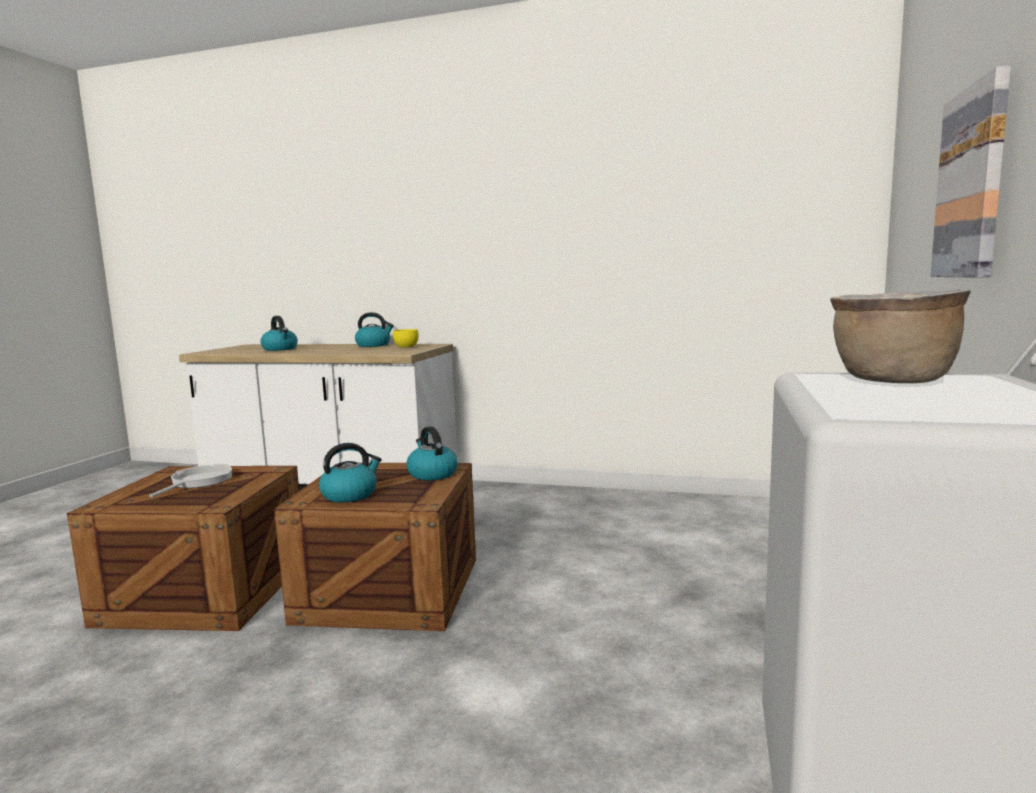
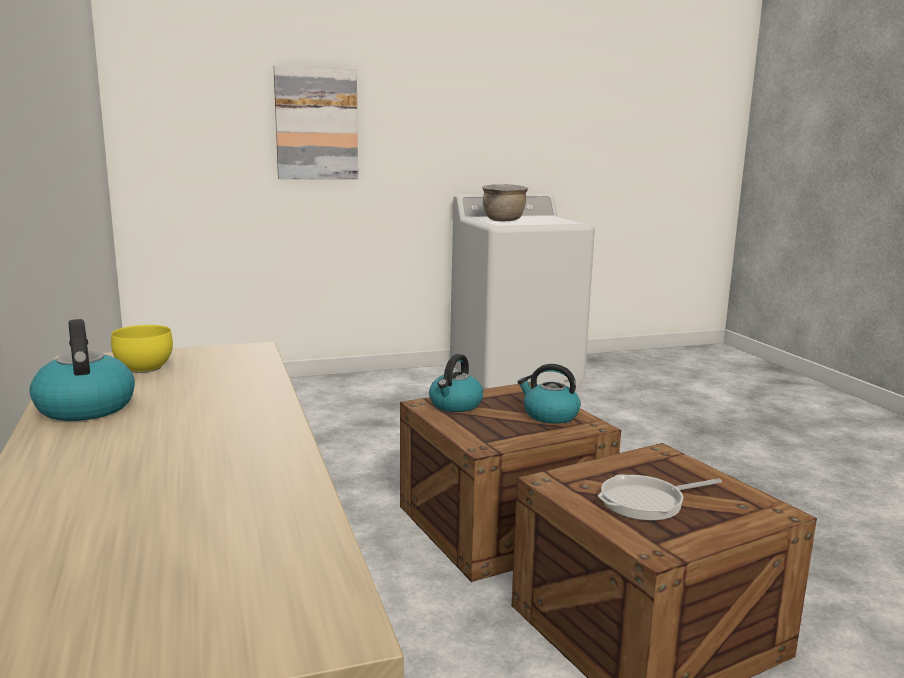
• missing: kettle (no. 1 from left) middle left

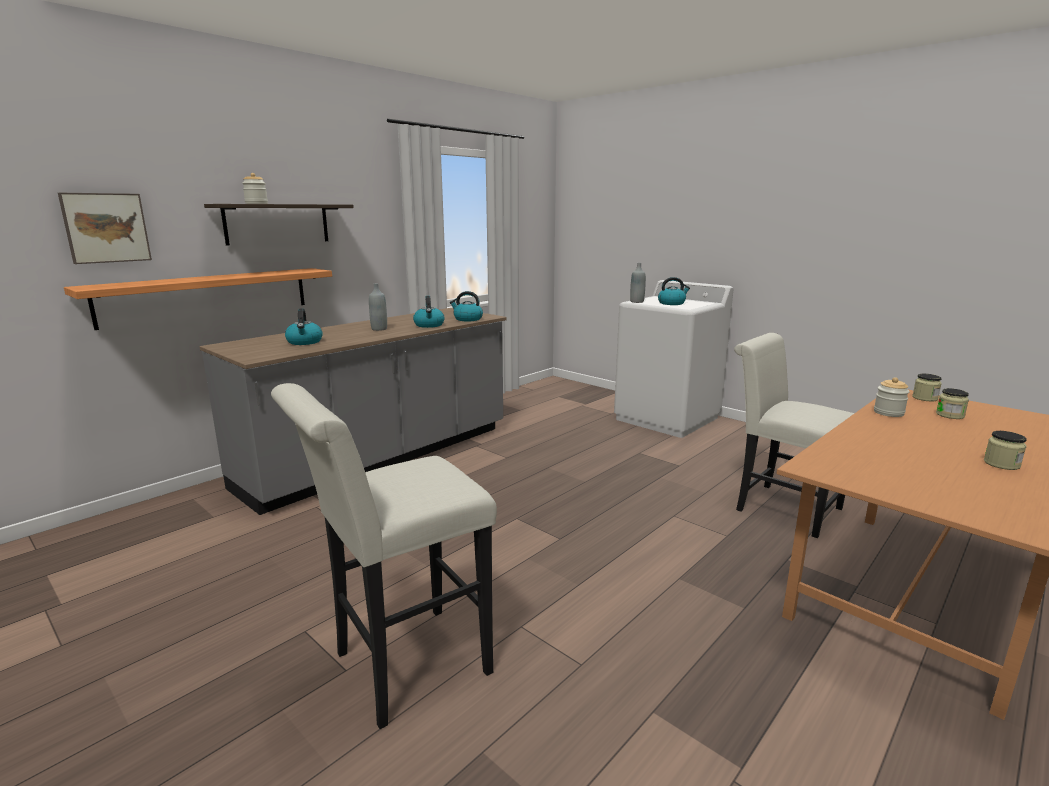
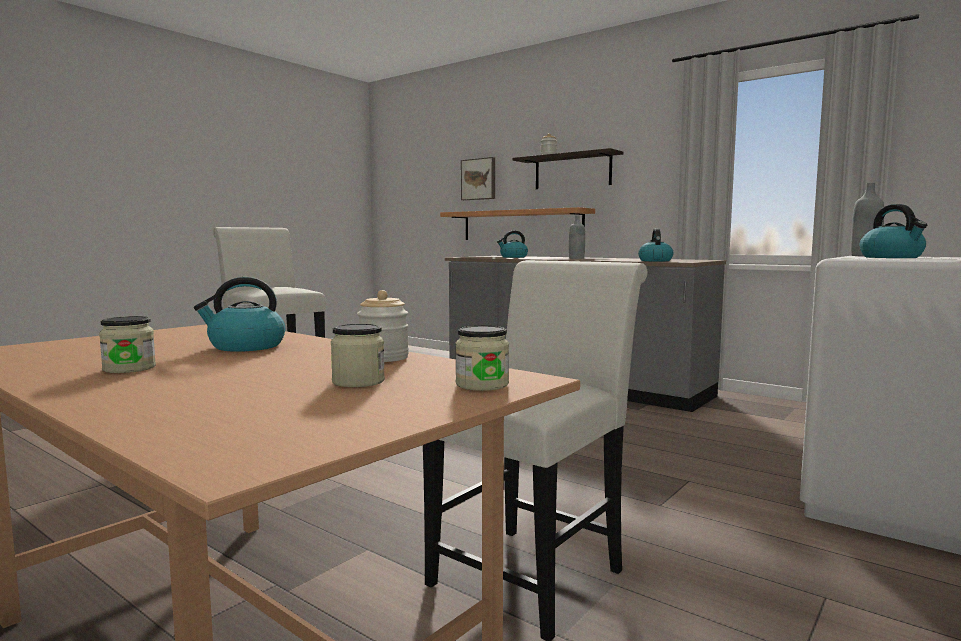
• relocated: kettle (no. 2 from left in the first image) centre to kettle (no. 1 from left) middle left

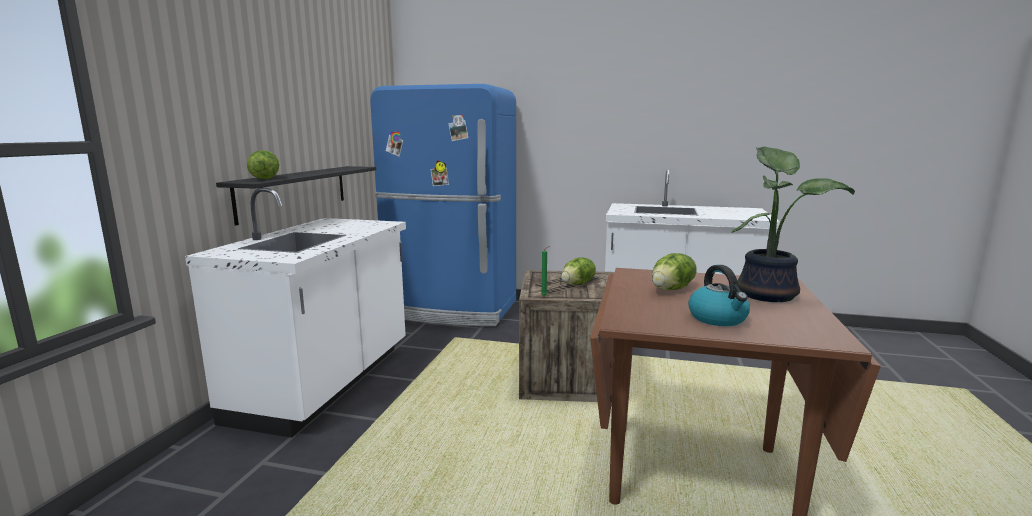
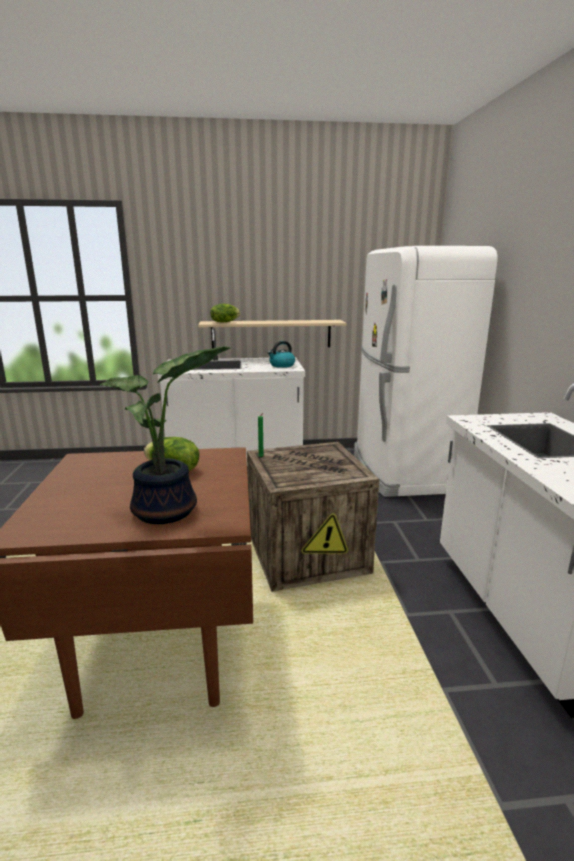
• missing: lettuce (no. 2 from left) centre
• relocated: kettle middle right to centre
• colour: shelf in black middle left to shelf in beige centre
• colour: fridge in blue centre to fridge in white middle right

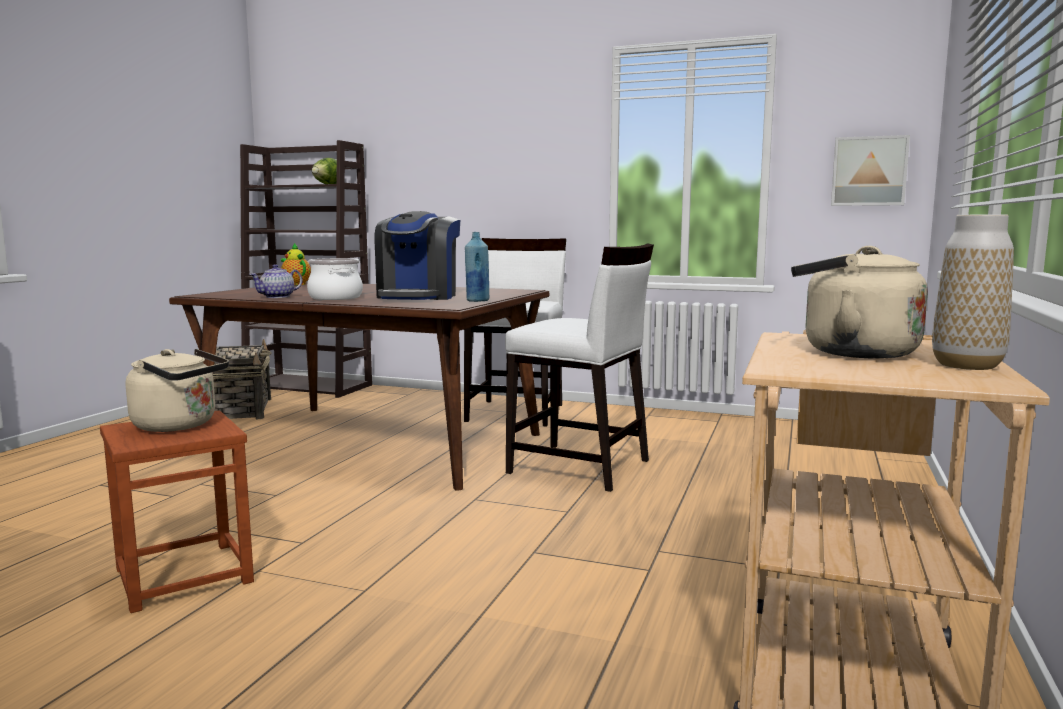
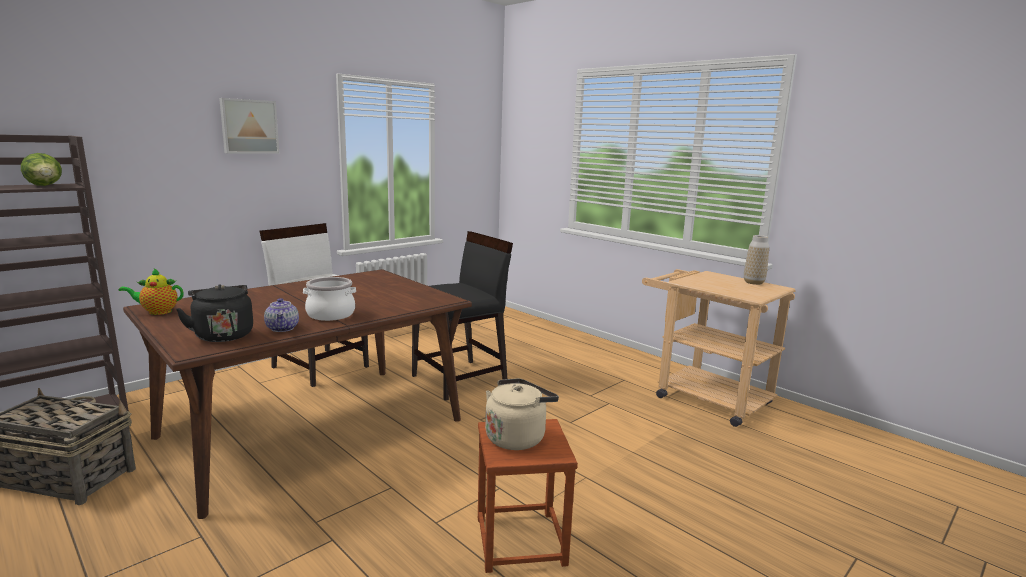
• missing: coffee machine centre
• missing: bottle in blue centre
• missing: kettle in beige (no. 2 from left) middle right
• appeared: kettle in black middle left
• relocated: picture top right to top left
• colour: chair in white (no. 2 from left) centre to chair in black centre

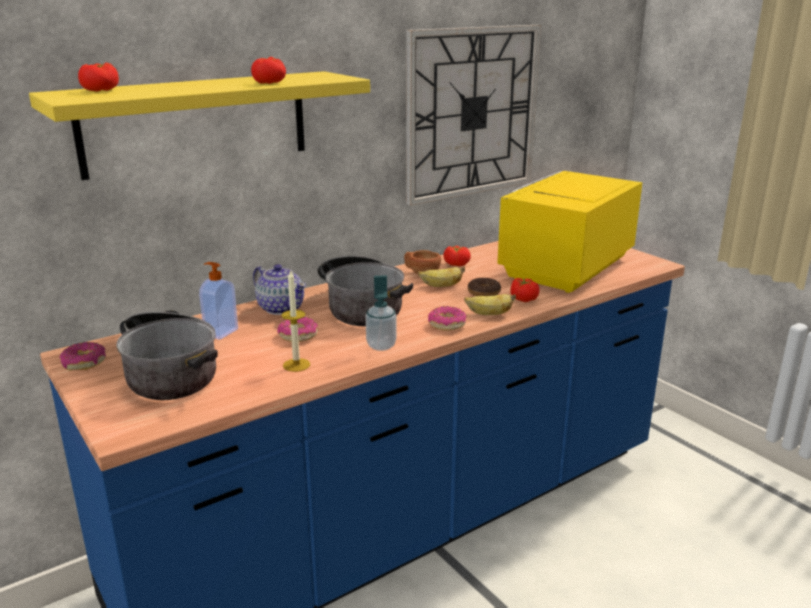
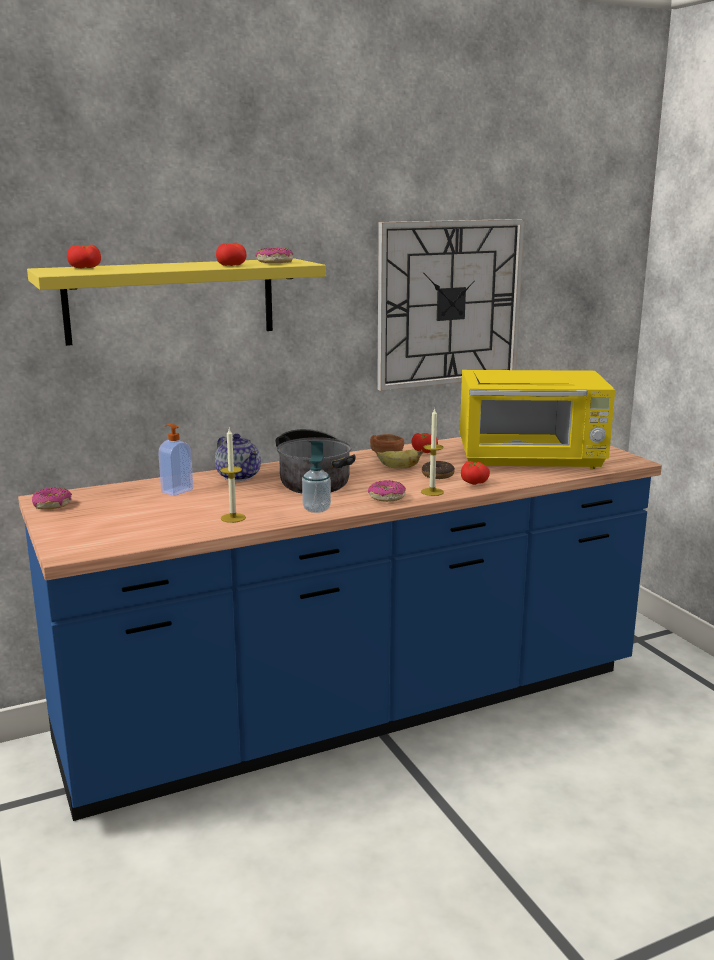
• missing: cooking pot (no. 1 from left) middle left
• relocated: donut (no. 2 from left) centre to top centre
• exchanged: banana (no. 2 from left) centre to candle (no. 2 from left) centre
• spun: microwave in yellow middle right = middle right 135 degrees counterclockwise

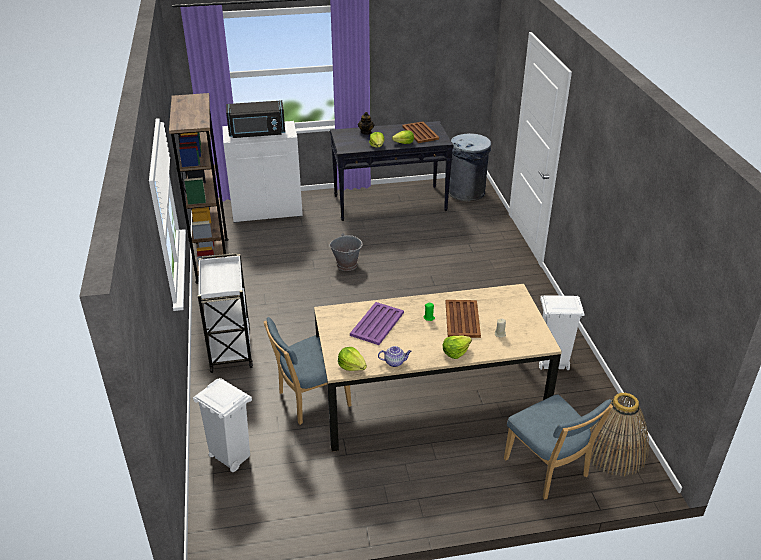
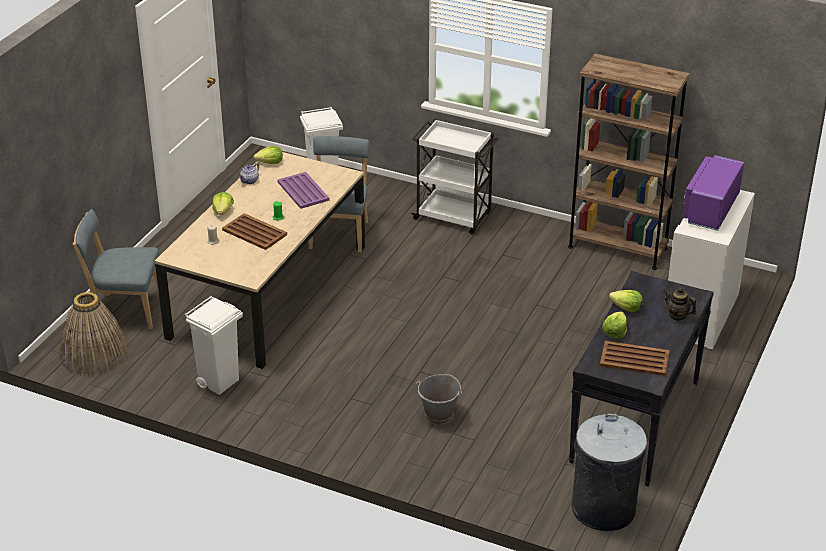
• relocated: bucket in grey centre to bottom centre
• colour: microwave in black top centre to microwave in purple middle right

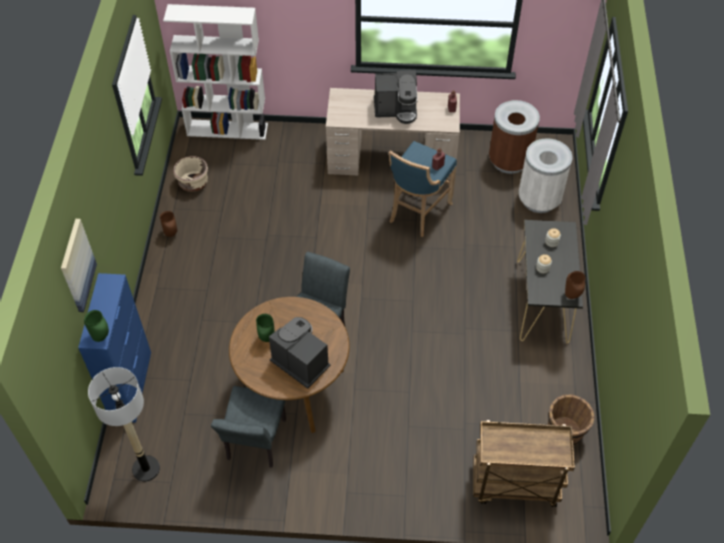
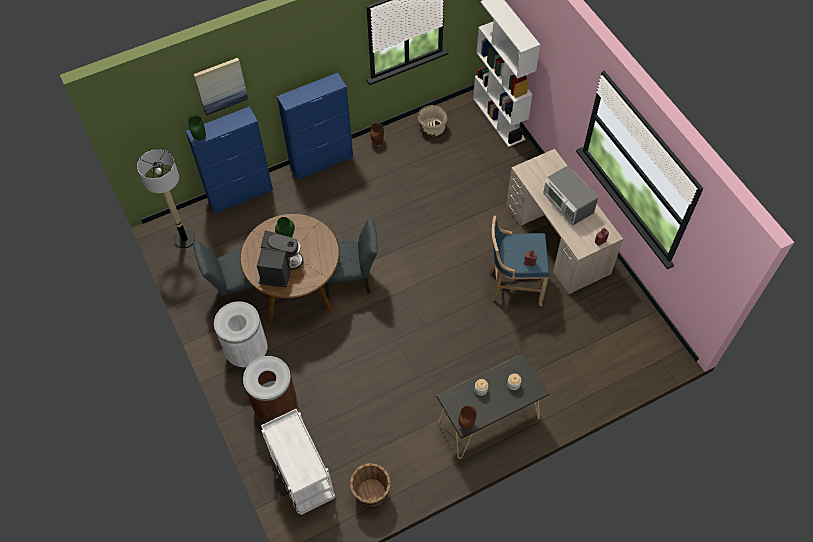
• appeared: cabinet in blue (no. 2 from left) top centre
• relocated: trash can in brown top right to bottom left
• relocated: trash can in white top right to middle left
• exchanged: coffee machine (no. 2 from left) top centre to microwave middle right
• colour: cart in brown bottom right to cart in white bottom centre

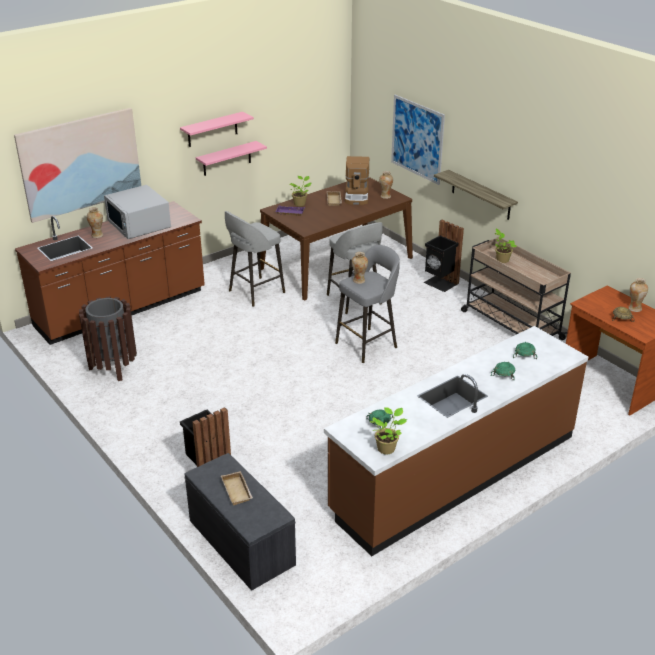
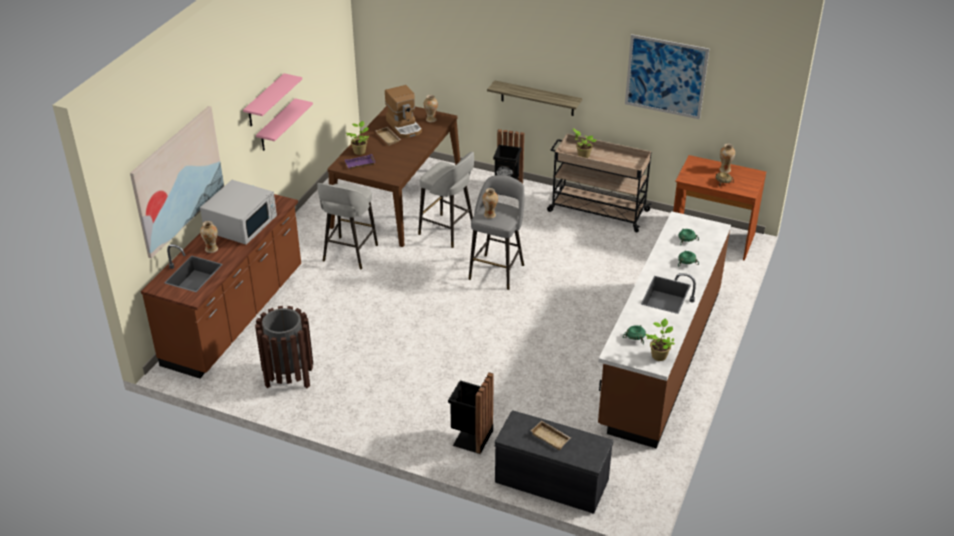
• relocated: picture (no. 2 from left) top centre to top right
• spun: microwave in white top left = middle left 90 degrees counterclockwise

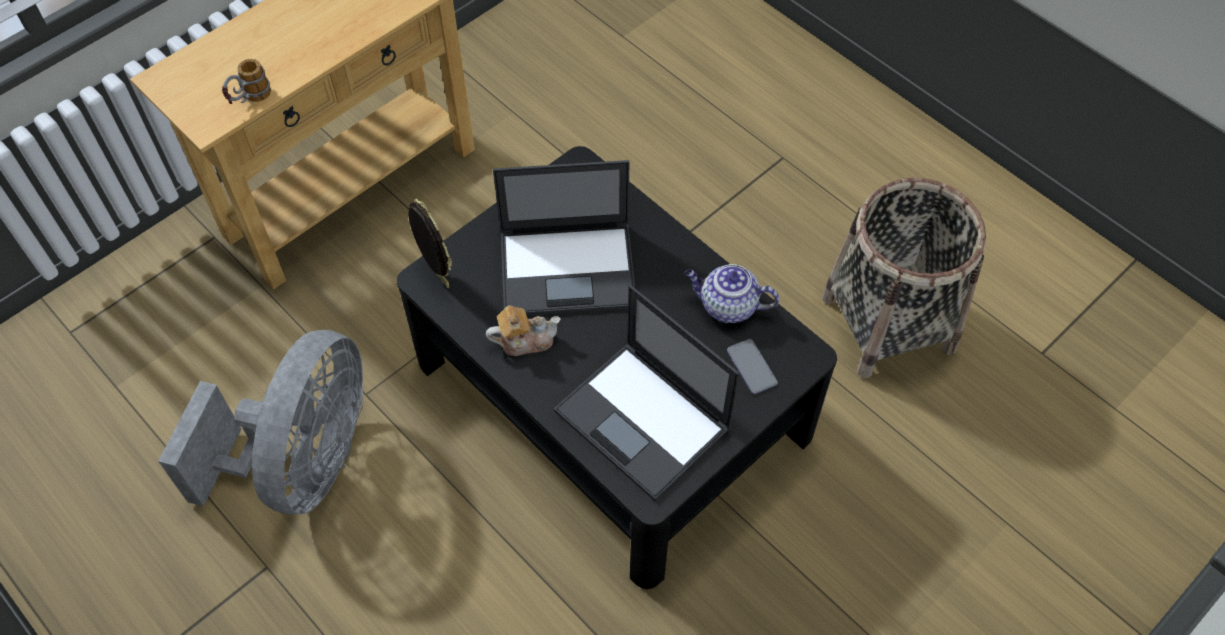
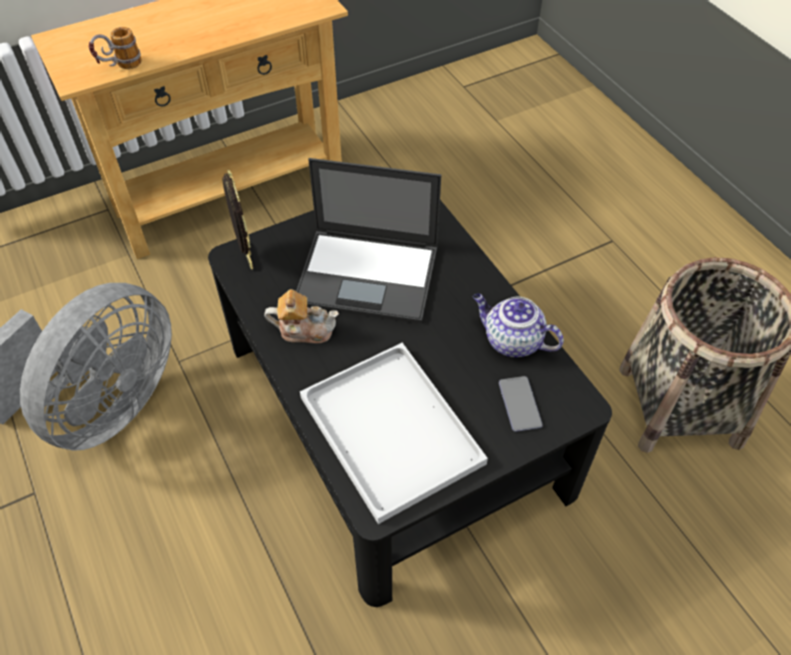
• exchanged: laptop (no. 2 from left) centre to tray in white centre

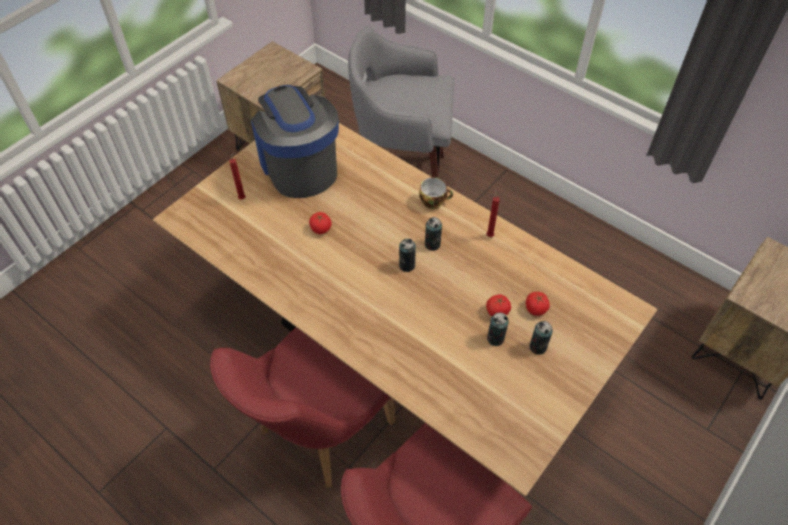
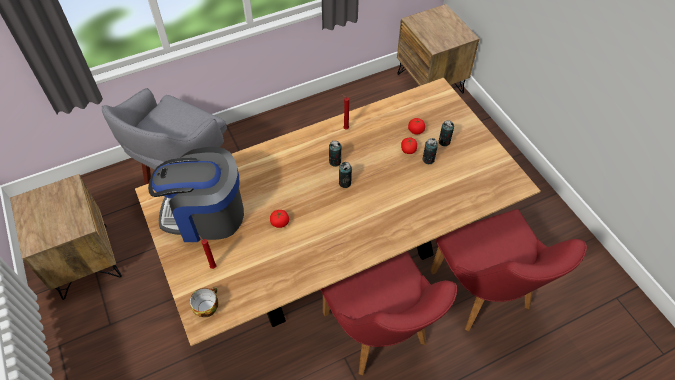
• relocated: cup centre to bottom left

